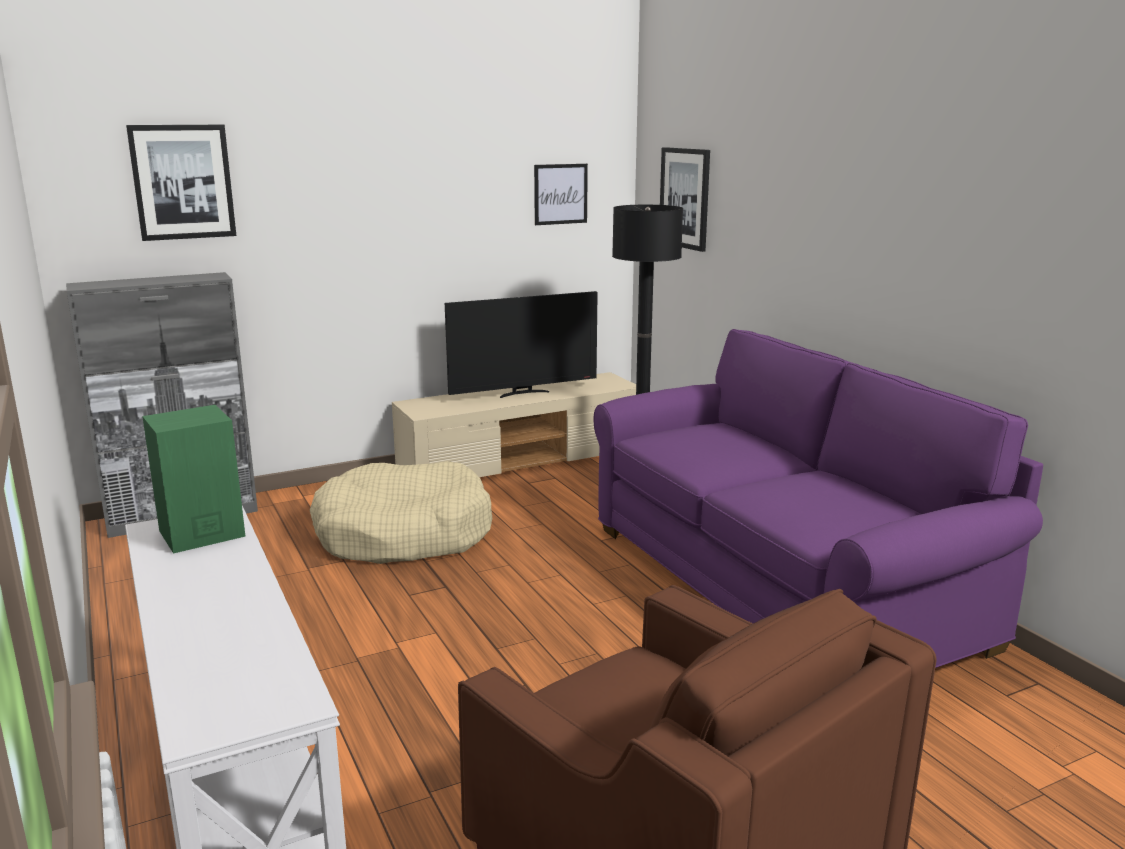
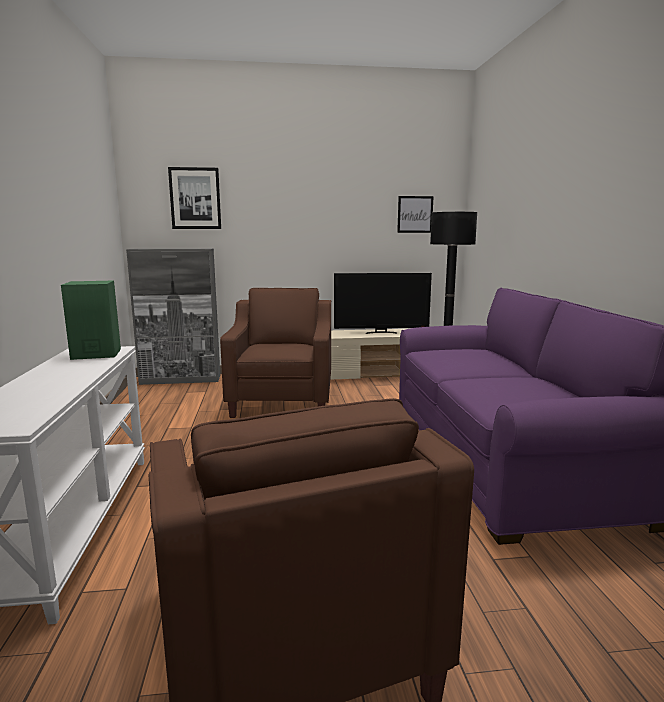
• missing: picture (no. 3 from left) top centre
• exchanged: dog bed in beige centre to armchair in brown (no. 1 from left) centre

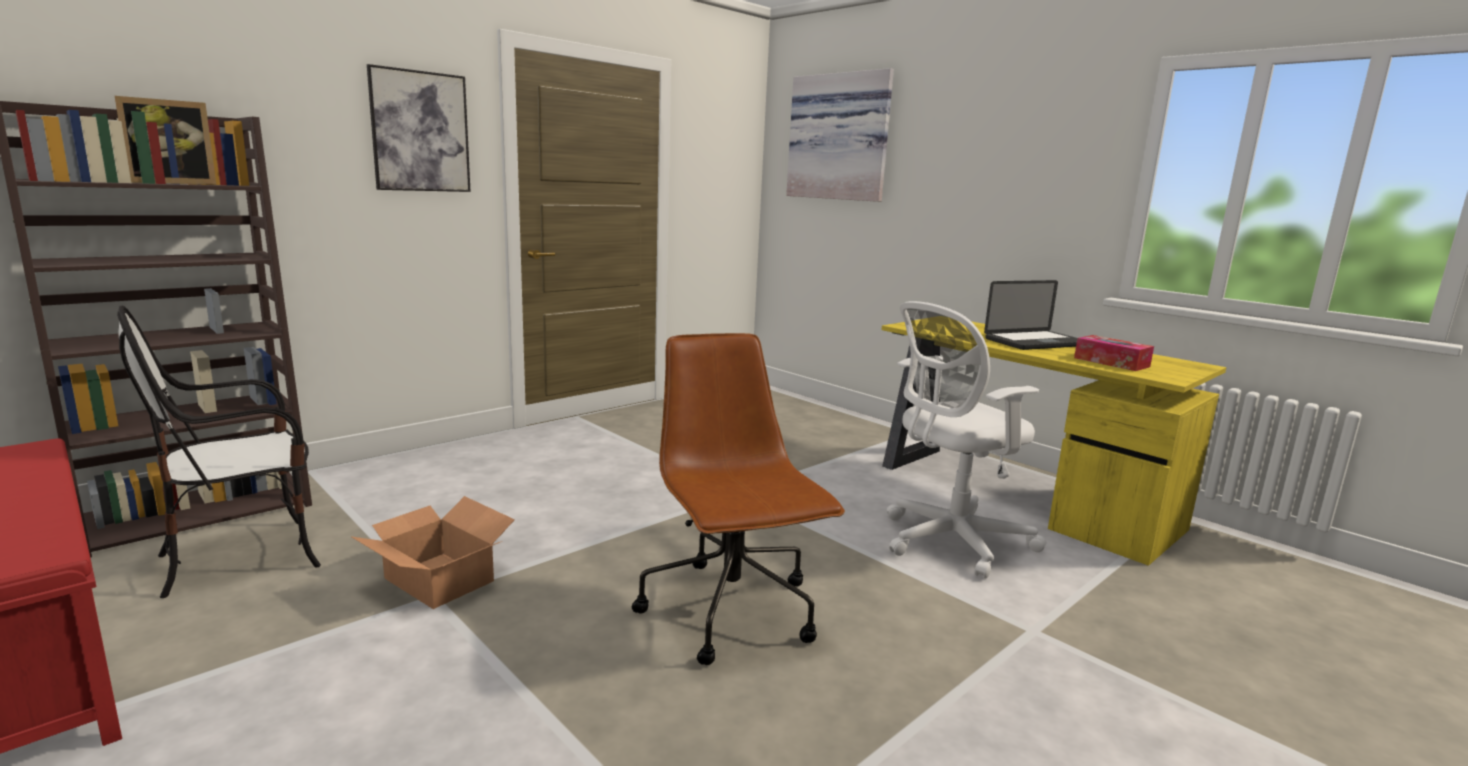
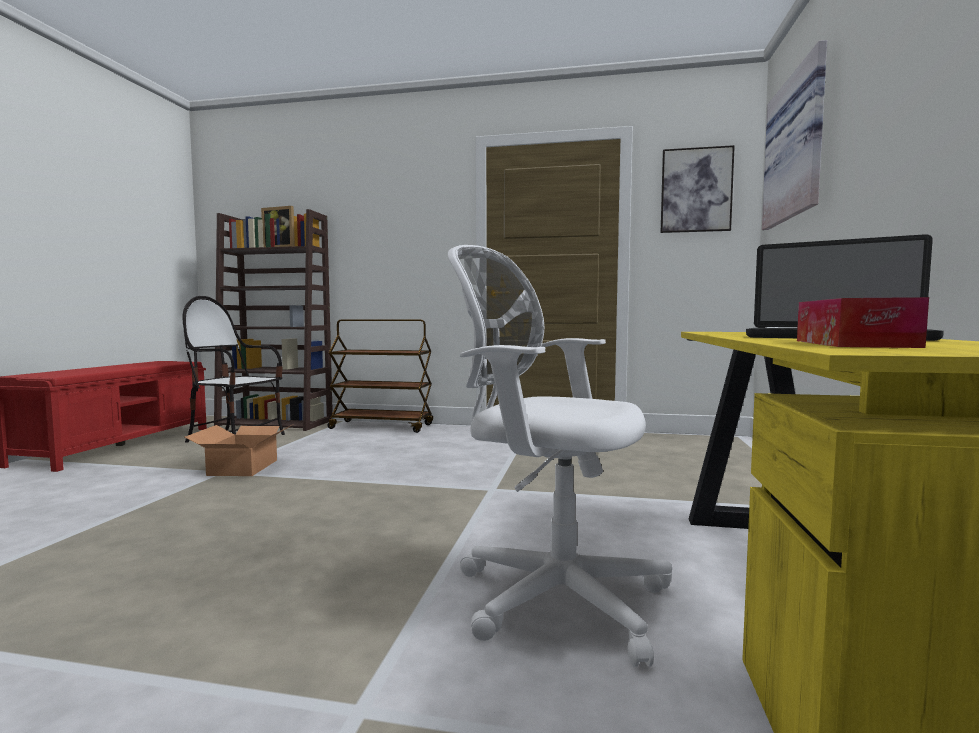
• missing: office chair in brown centre
• appeared: cart in brown centre
• relocated: picture (no. 1 from left) top left to top right

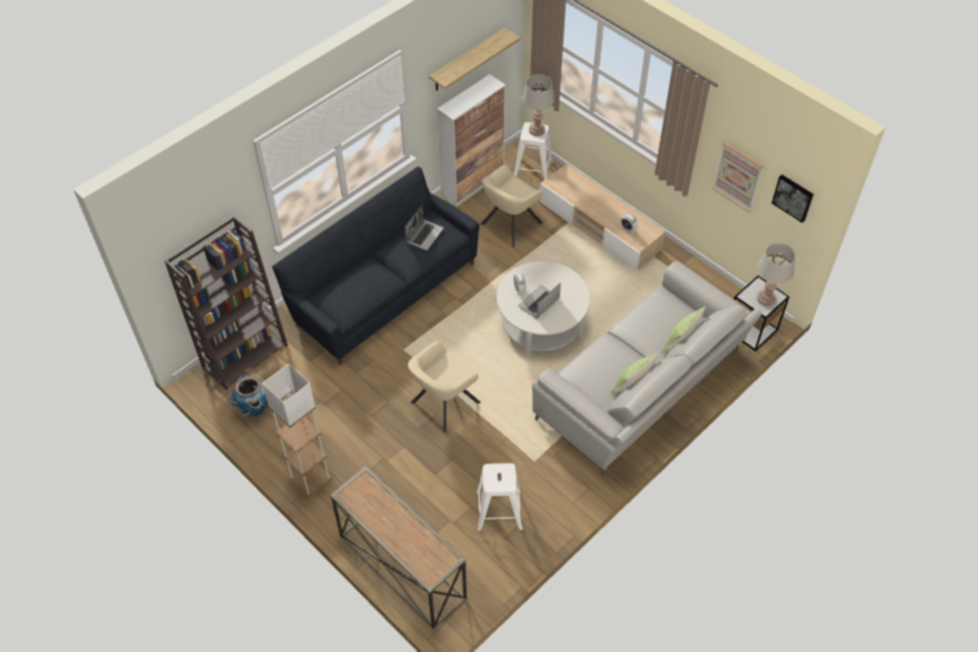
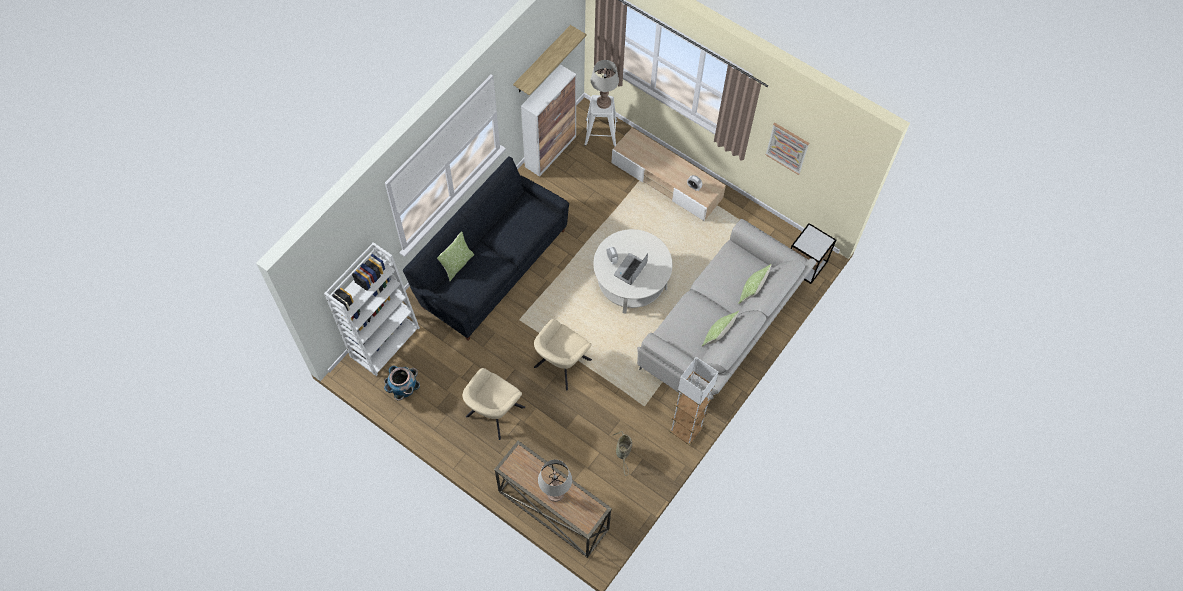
• missing: laptop (no. 1 from left) centre
• missing: picture (no. 2 from left) top right
• appeared: pillow (no. 1 from left) centre
• relocated: floor lamp in white middle left to bottom centre
• relocated: armchair in beige (no. 2 from left in the first image) top centre to armchair in beige (no. 1 from left) bottom centre
• relocated: table lamp in grey (no. 2 from left in the first image) middle right to table lamp in grey (no. 1 from left) bottom centre
• exchanged: stool in white (no. 1 from left) bottom centre to basket bottom centre
• colour: bookcase in brown middle left to bookcase in white middle left

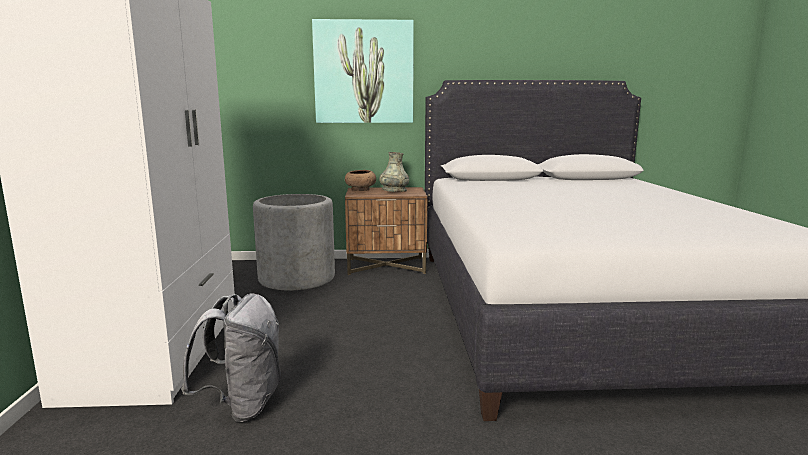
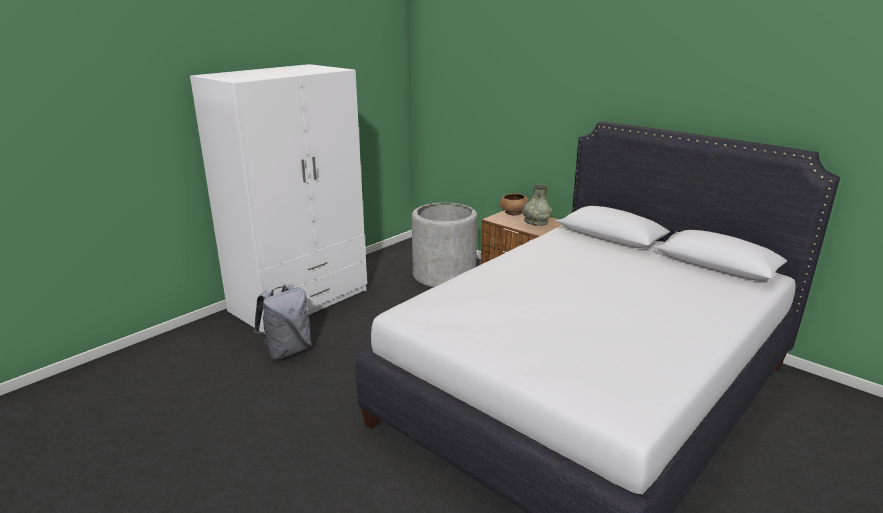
• missing: picture top centre

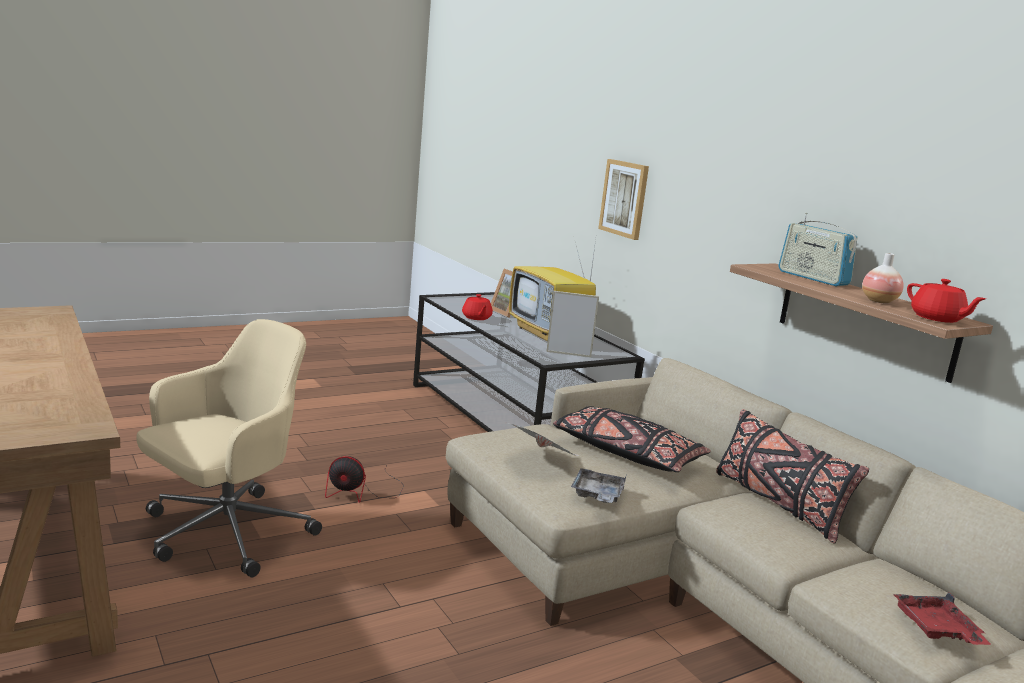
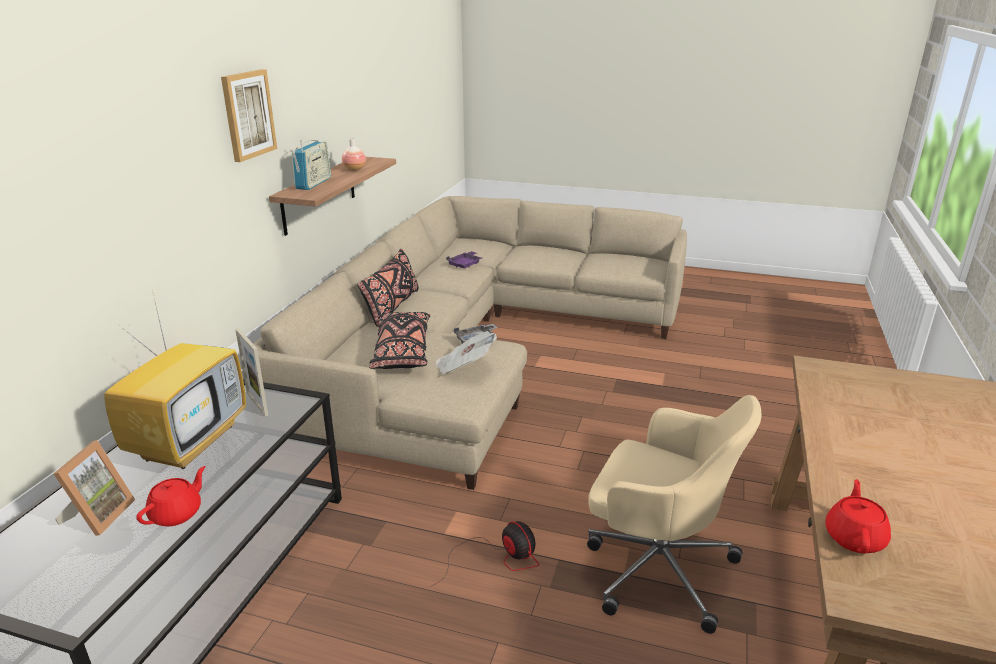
• relocated: picture top centre to top left
• relocated: teapot in red (no. 2 from left) middle right to bottom right
• colour: tray in red bottom right to tray in purple centre
• spun: office chair in beige middle left = bottom right 150 degrees counterclockwise

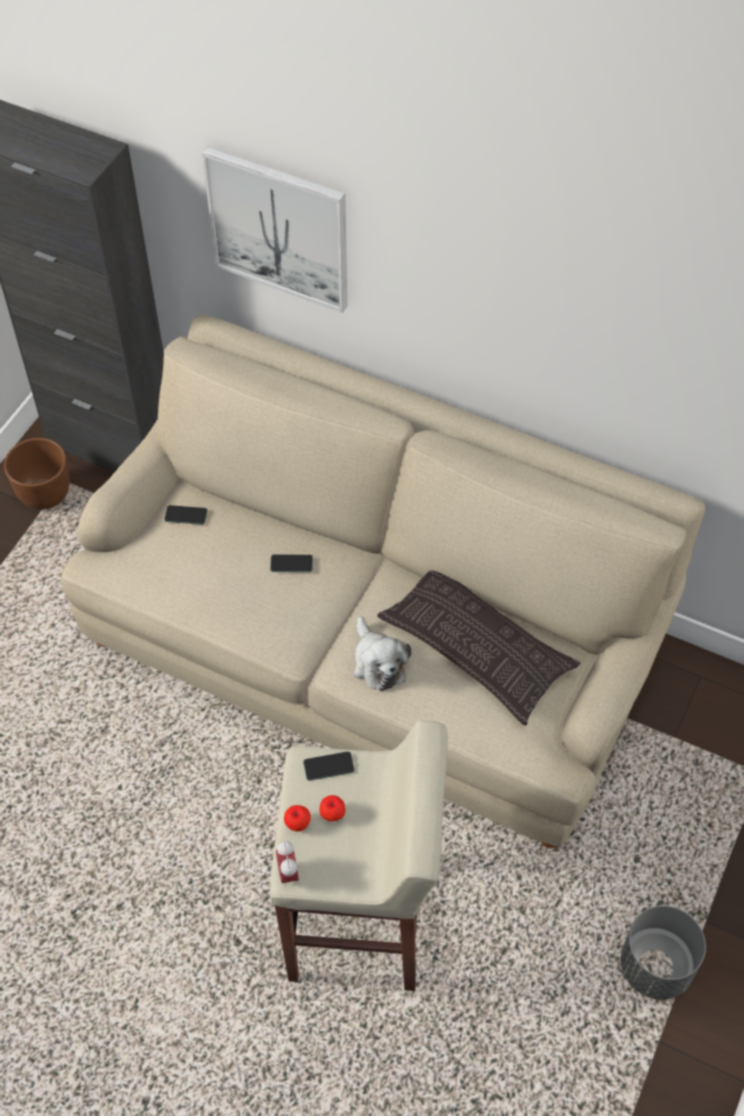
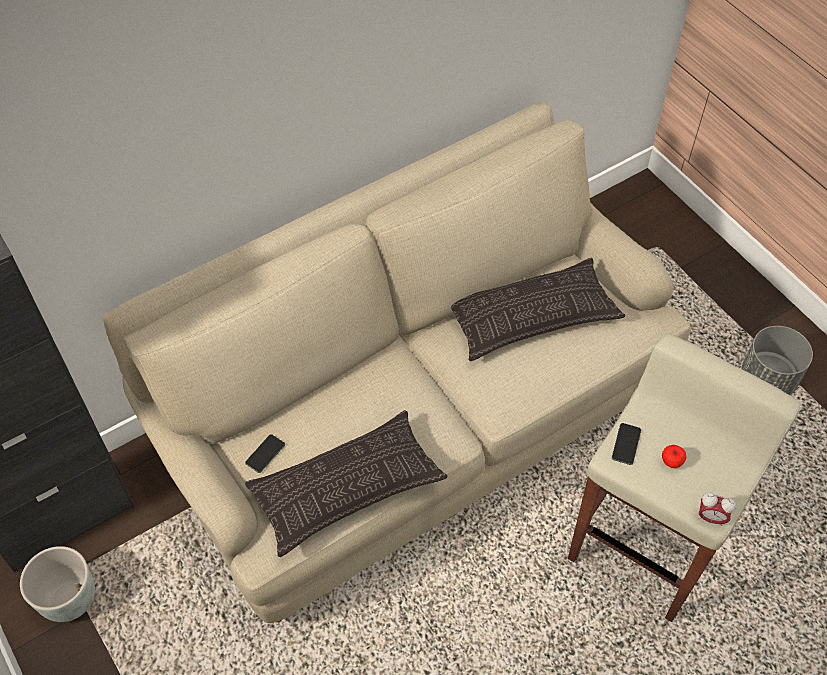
• missing: picture top centre
• missing: phone (no. 2 from left) centre
• missing: apple (no. 1 from left) bottom centre
• missing: plush toy centre
• appeared: pillow (no. 1 from left) bottom centre
• colour: planter in brown middle left to planter in grey (no. 1 from left) bottom left

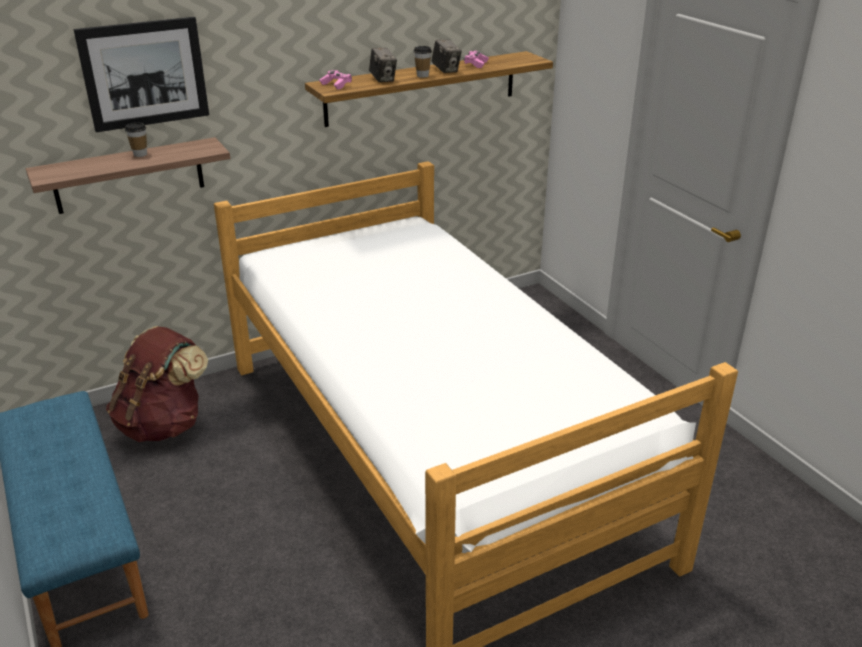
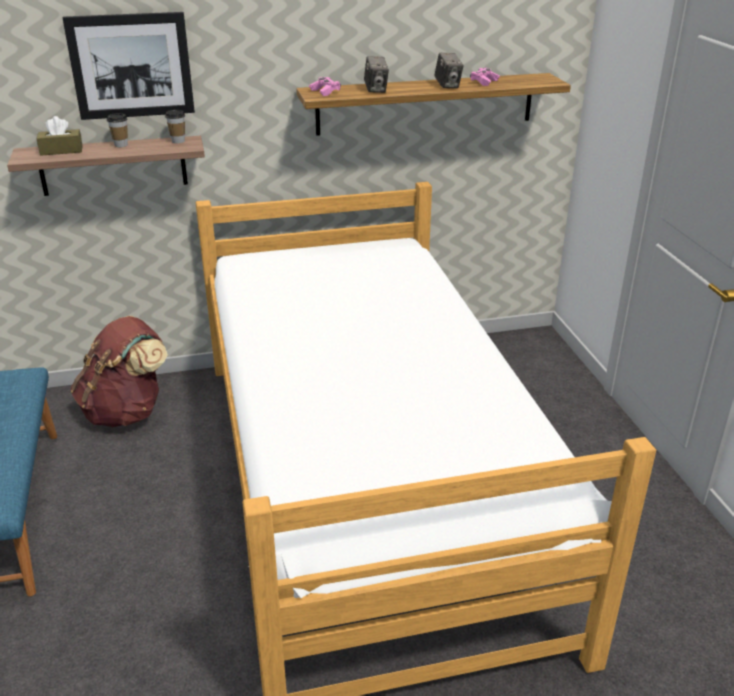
• appeared: tissue box in brown top left
• relocated: cup (no. 2 from left) top centre to top left

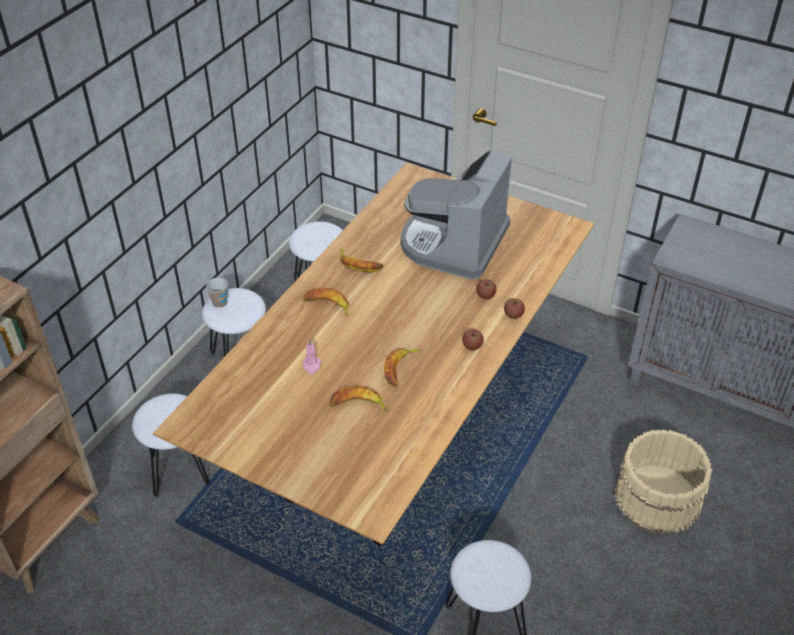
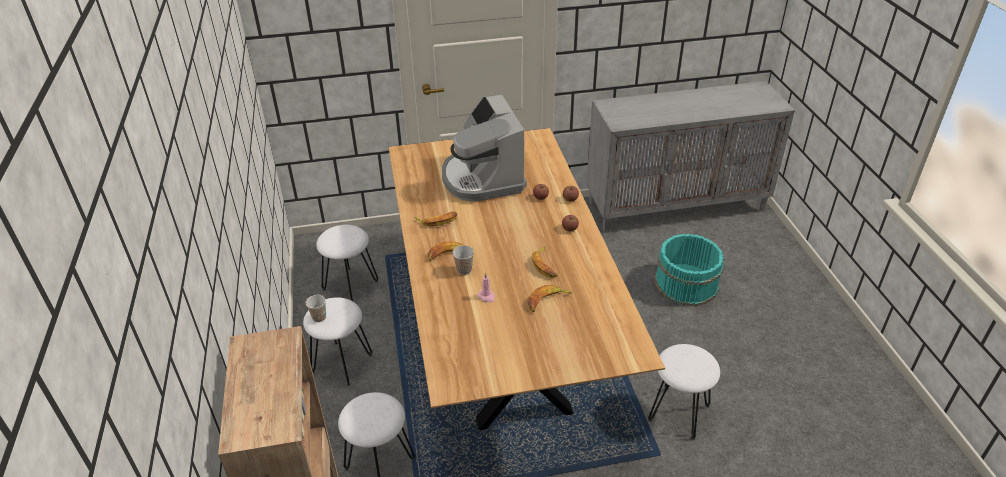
• appeared: cup (no. 2 from left) centre
• colour: bucket in beige bottom right to bucket in turquoise middle right

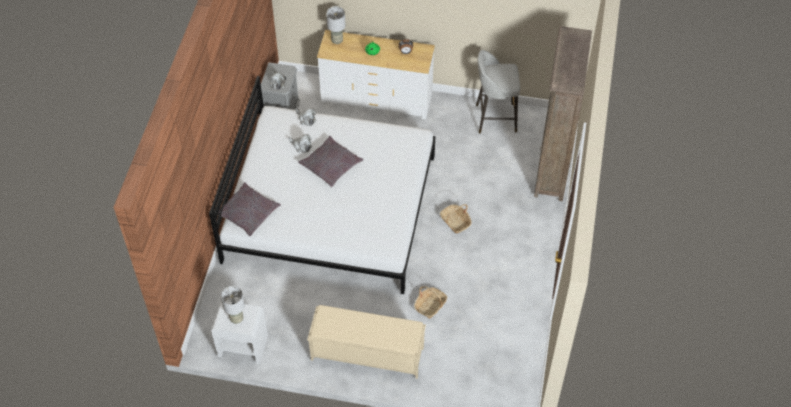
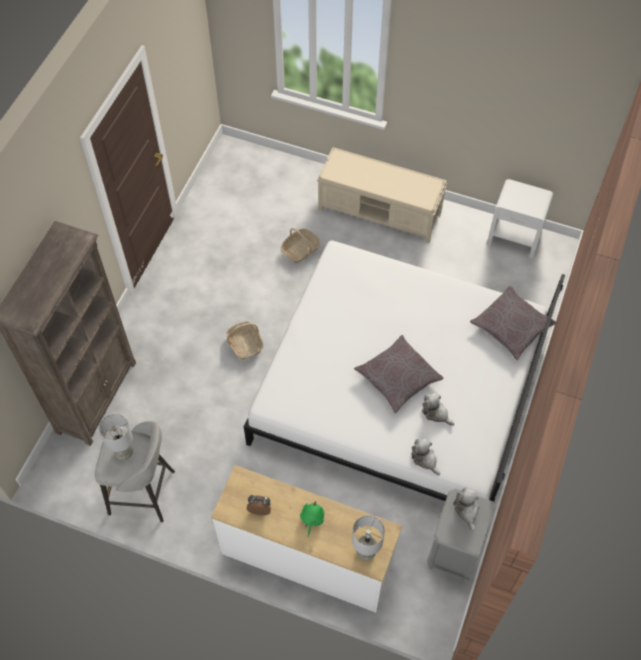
• relocated: table lamp in grey (no. 1 from left) bottom left to middle left

